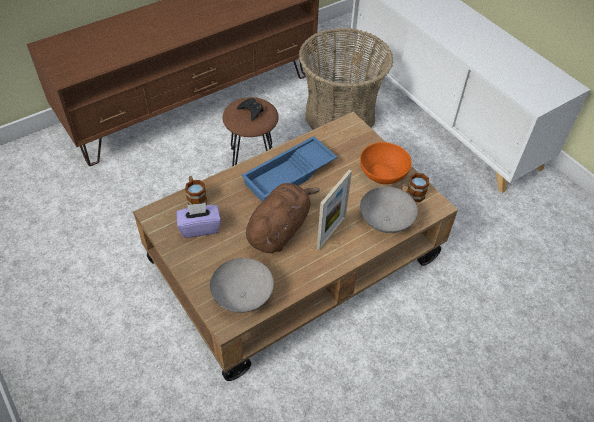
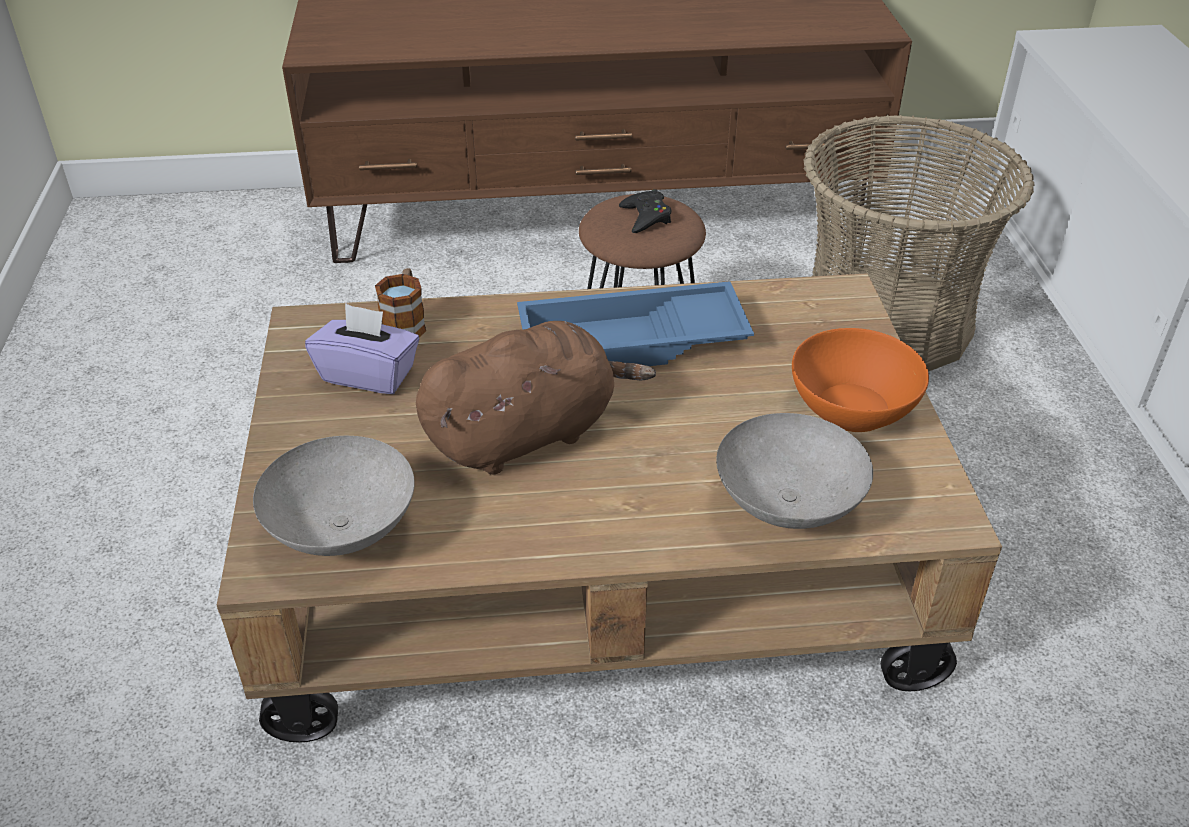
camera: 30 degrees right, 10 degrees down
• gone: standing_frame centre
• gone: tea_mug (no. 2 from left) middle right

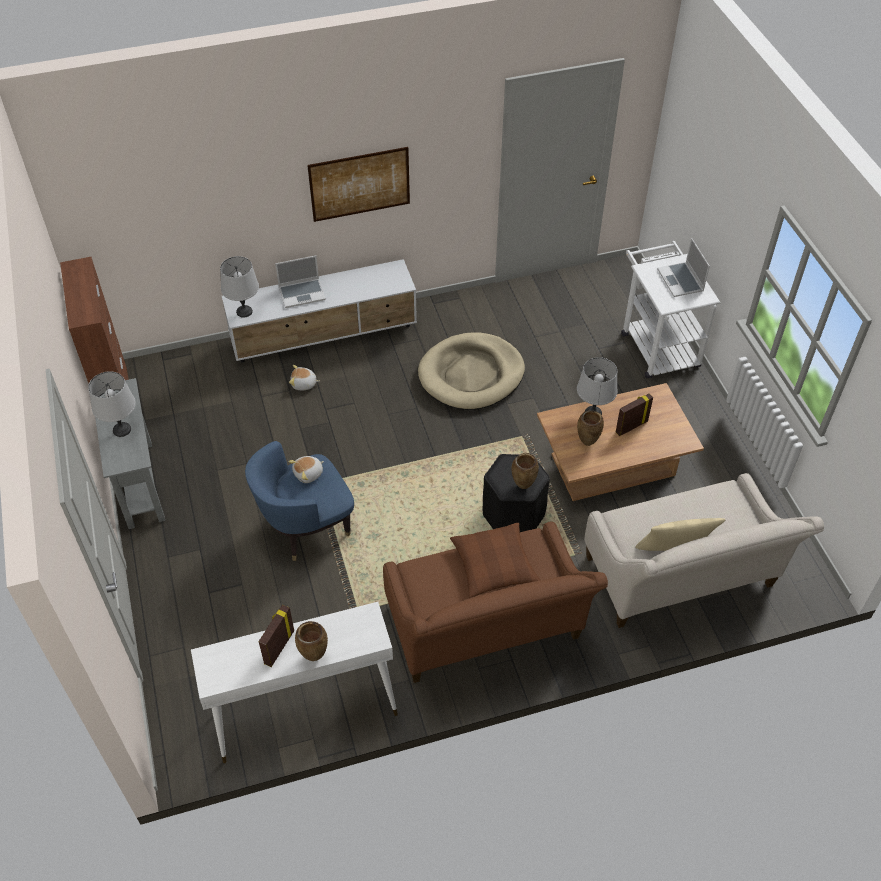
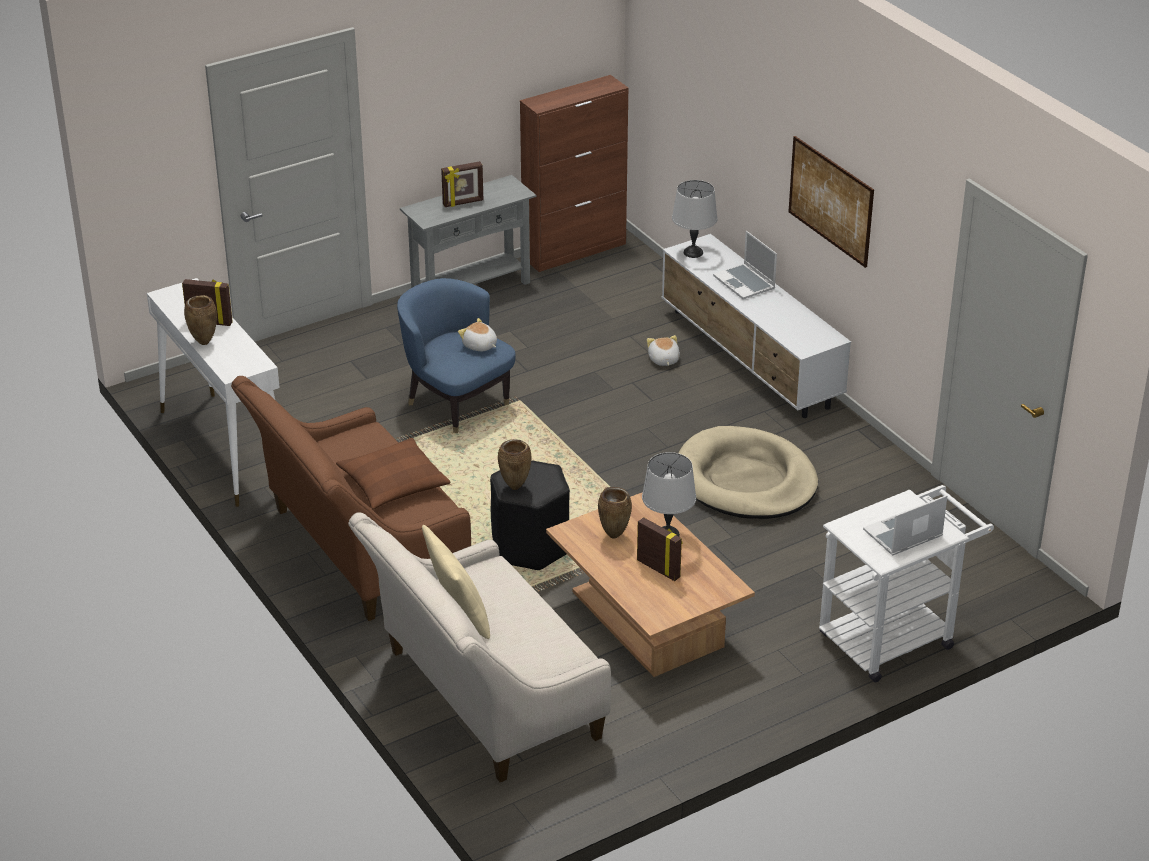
camera: 75 degrees right, 15 degrees down
• swapped: gray_table_lamp (no. 1 from left) middle left to standing_frame (no. 2 from left) top centre

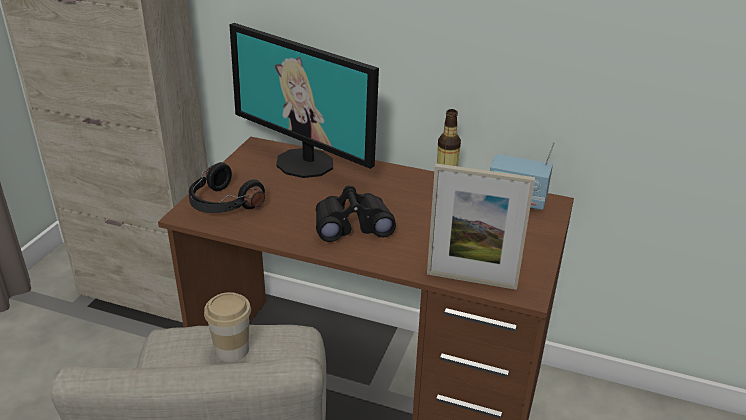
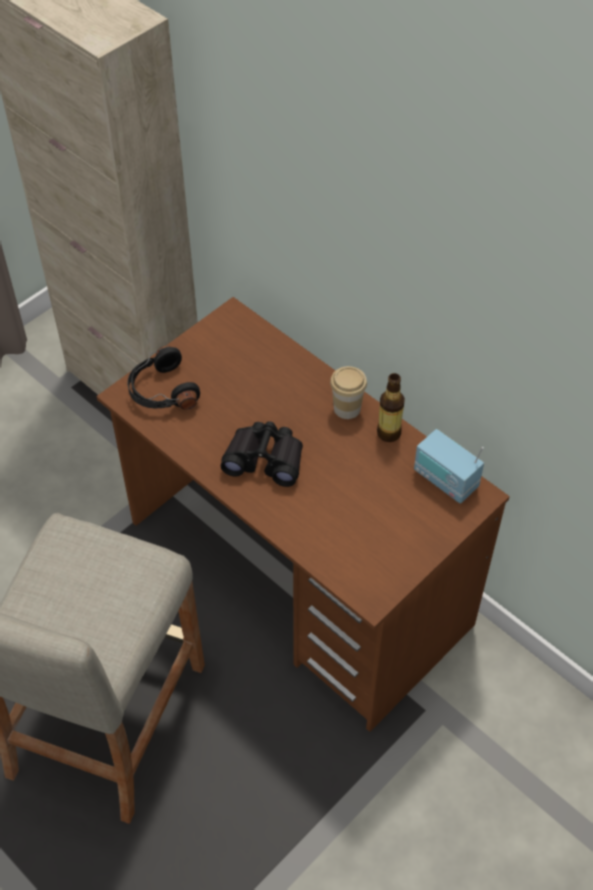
camera: 25 degrees right, 20 degrees up
• shifted: drinking_cup bottom left to centre
• gone: monitor top centre
• gone: standing_frame centre

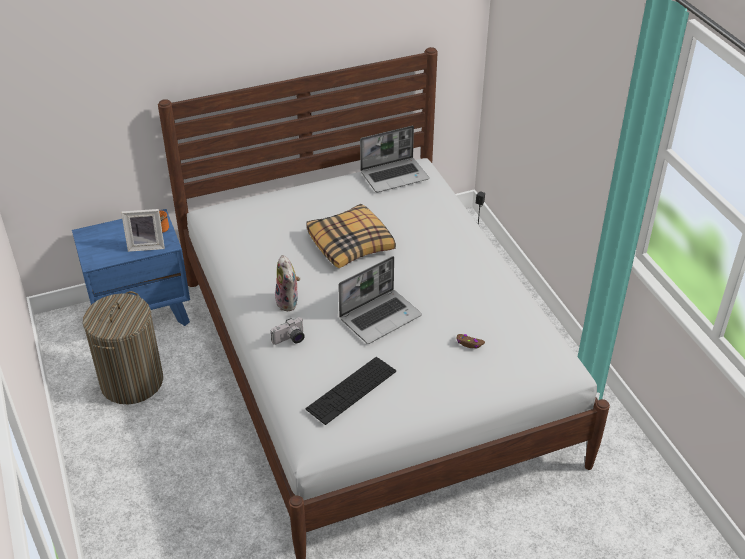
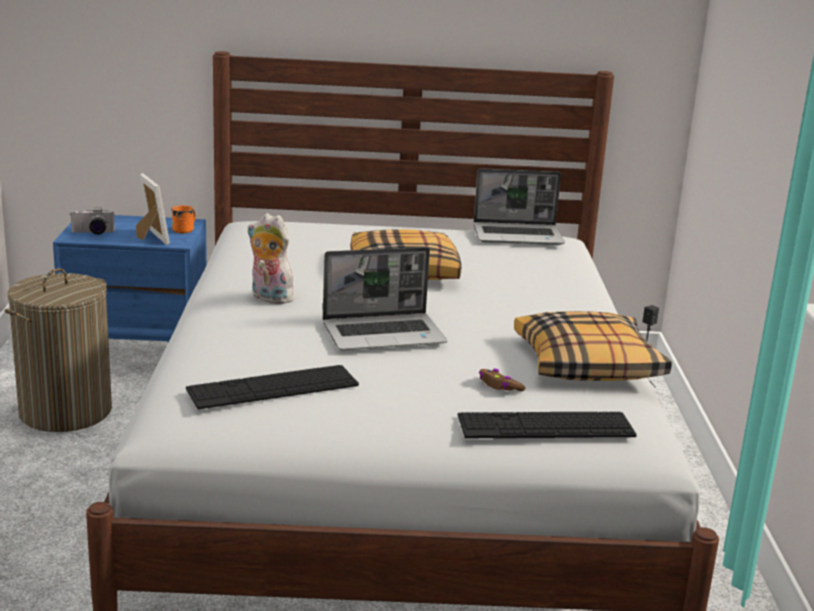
camera: 20 degrees right, 20 degrees down
• shifted: photo_camera centre to middle left
• rotated: standing_frame middle left = middle left 135 degrees counterclockwise
• rotated: cuddly_toy centre = middle left 120 degrees clockwise
• new: computer_keyboard (no. 2 from left) bottom right
• new: throw_pillow (no. 2 from left) middle right

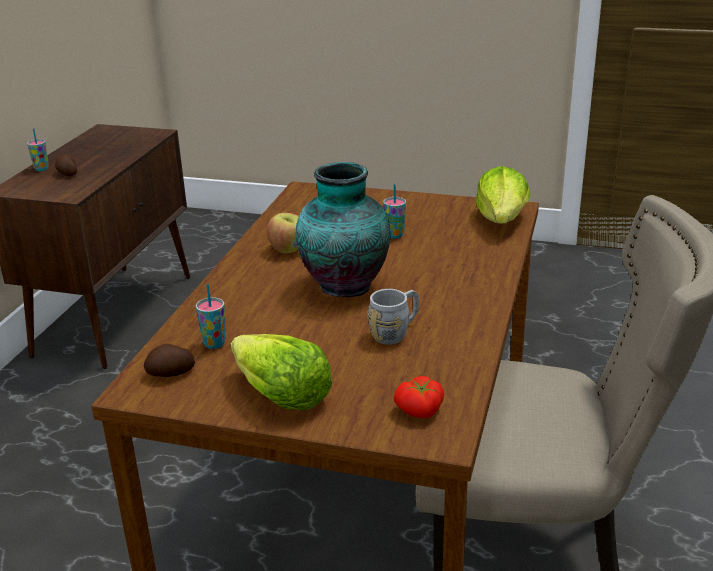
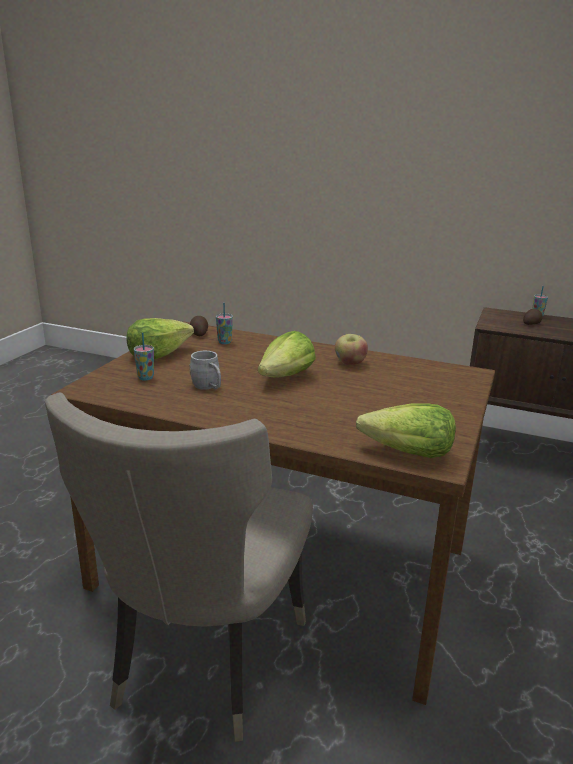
camera: 95 degrees right, 5 degrees down
• shifted: drinking_cup (no. 3 from left in the first image) centre to drinking_cup (no. 1 from left) middle left
• swapped: flower_vase centre to lettuce (no. 2 from left) centre
• gone: fresh_tomato bottom centre

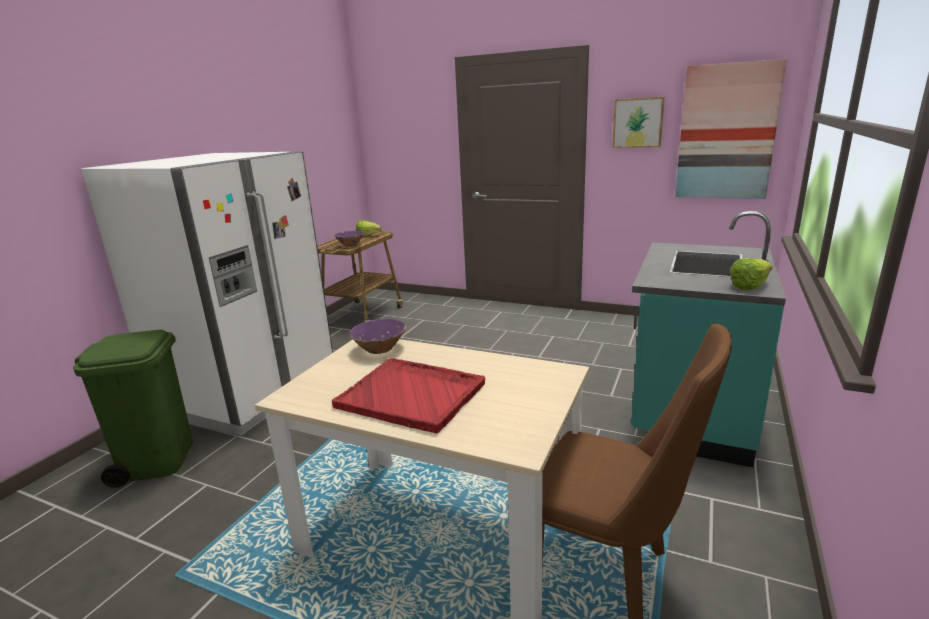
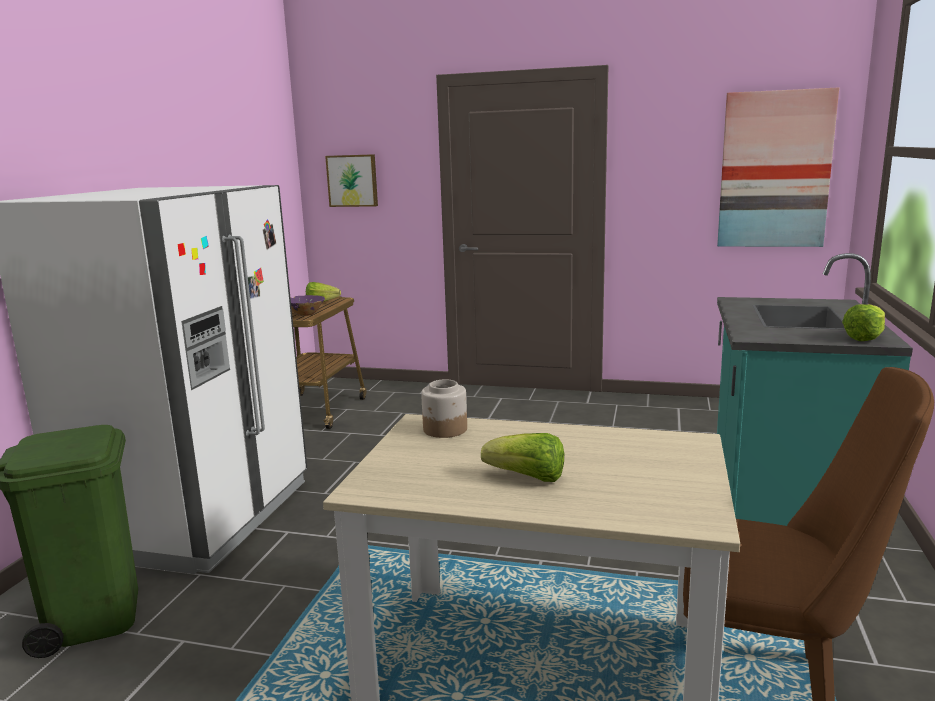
camera: 10 degrees left, 5 degrees down
• shifted: wall_art (no. 1 from left) top right to top centre
• swapped: purple_deep_dish (no. 2 from left) centre to storage_jar centre
• swapped: red_carrying_tray centre to lettuce (no. 2 from left) centre

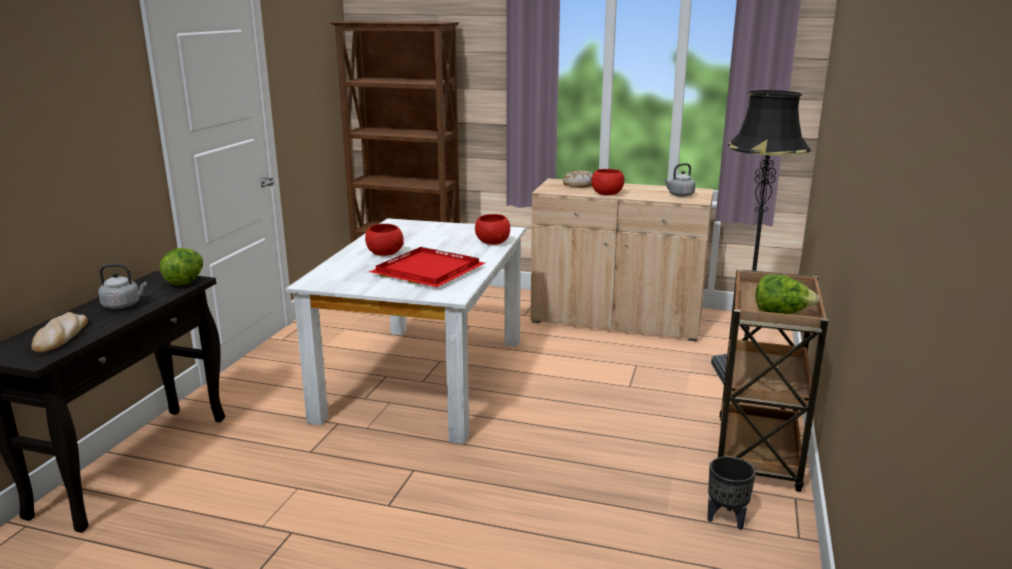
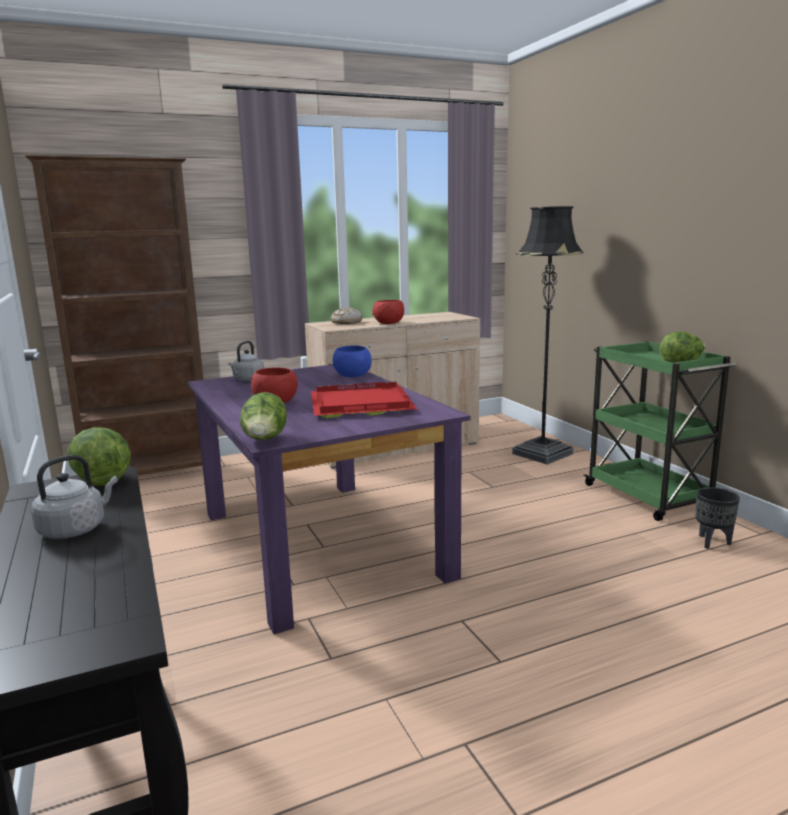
camera: 40 degrees left, 5 degrees down
• repainted: white_dinner_table centre to purple_dinner_table centre
• shifted: gray_tea_kettle (no. 2 from left) top right to middle left
• new: lettuce (no. 2 from left) centre
• repainted: red_deep_dish (no. 2 from left) centre to blue-coloured_deep_dish centre
• repainted: brown-coloured_trolley bottom right to green-coloured_trolley middle right
• gone: baked_bread (no. 1 from left) middle left

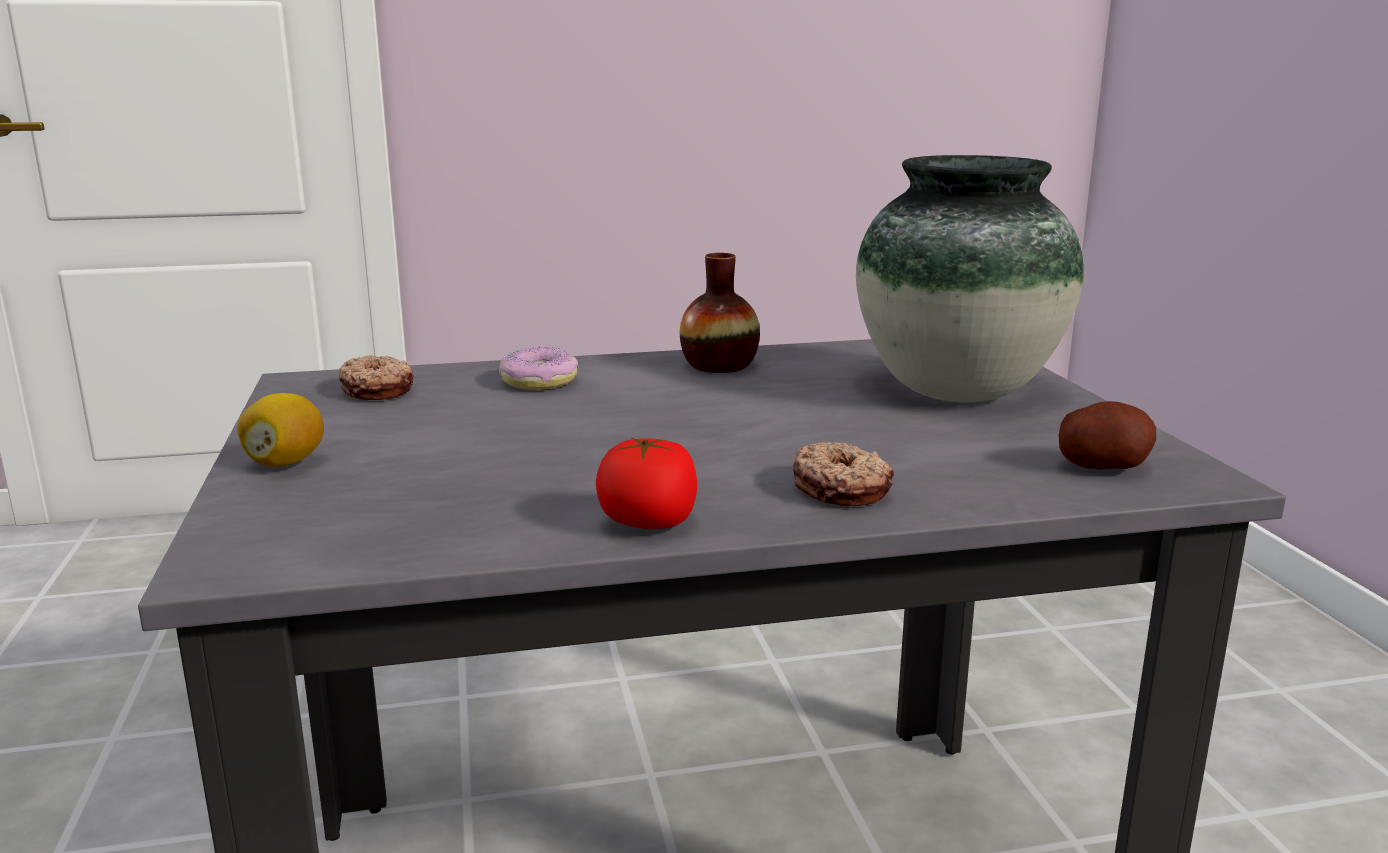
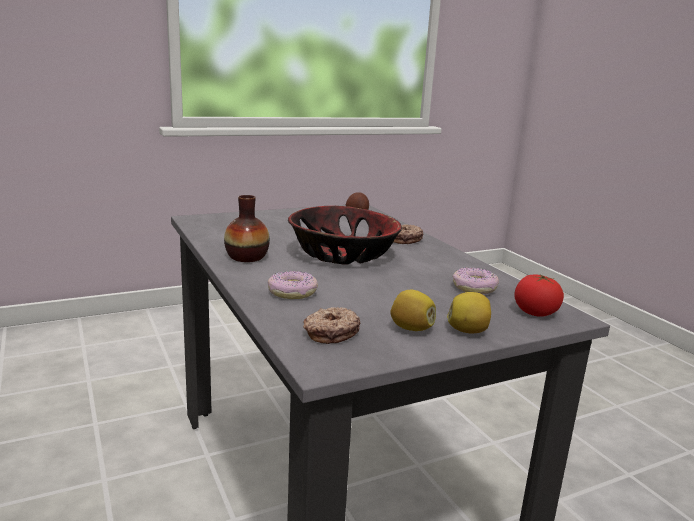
camera: 105 degrees left, 0 degrees up
• new: deep_dish centre
• new: whole_lemon (no. 1 from left) centre
• new: doughnut (no. 4 from left) middle right
• shifted: fresh_tomato centre to middle right
• gone: flower_vase (no. 2 from left) top right

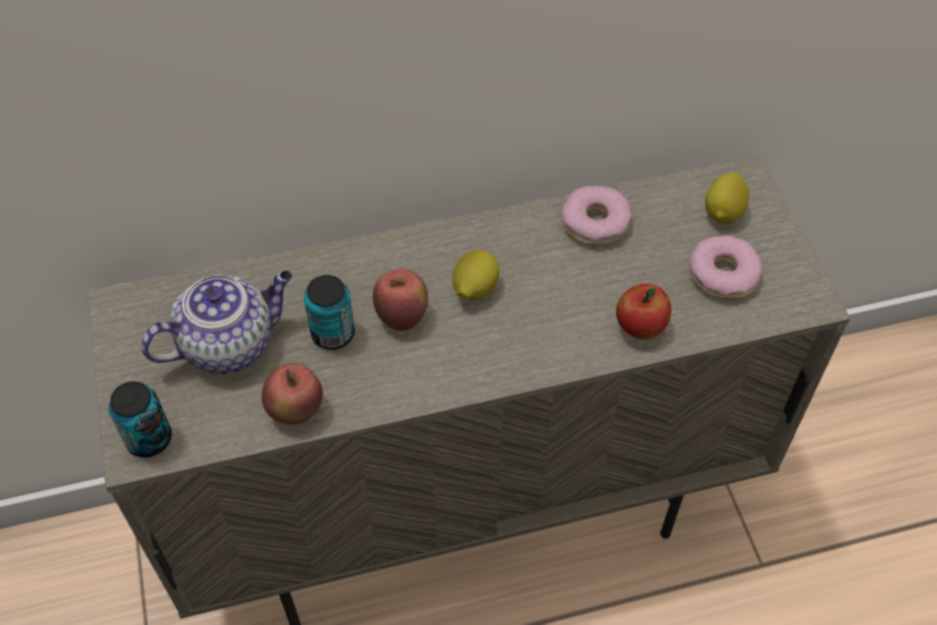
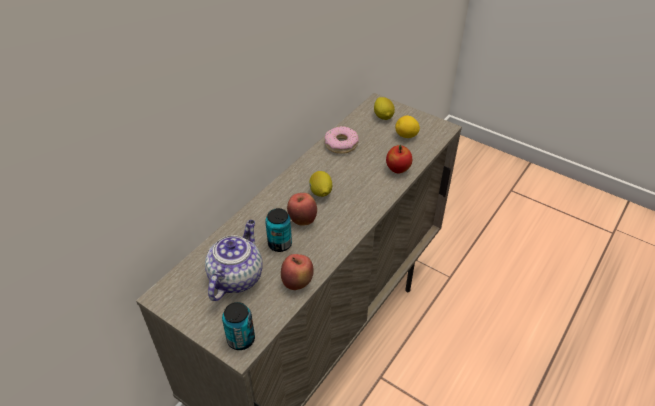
camera: 40 degrees left, 10 degrees down
• swapped: doughnut (no. 2 from left) middle right to whole_lemon (no. 3 from left) top centre

